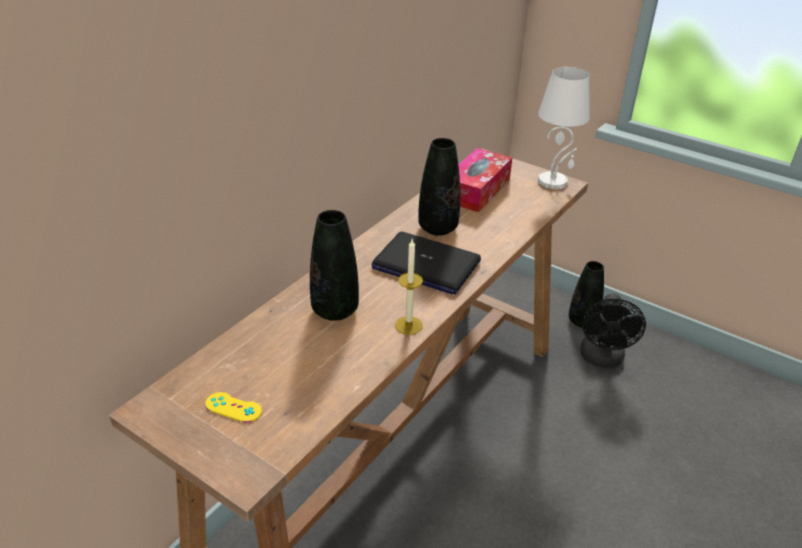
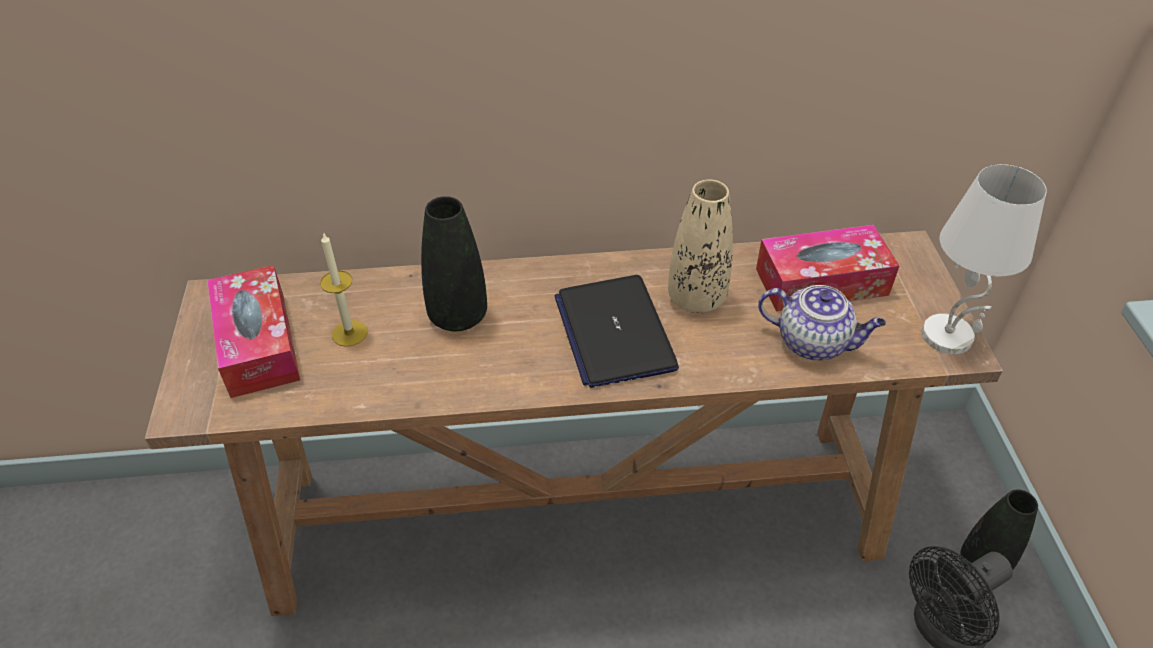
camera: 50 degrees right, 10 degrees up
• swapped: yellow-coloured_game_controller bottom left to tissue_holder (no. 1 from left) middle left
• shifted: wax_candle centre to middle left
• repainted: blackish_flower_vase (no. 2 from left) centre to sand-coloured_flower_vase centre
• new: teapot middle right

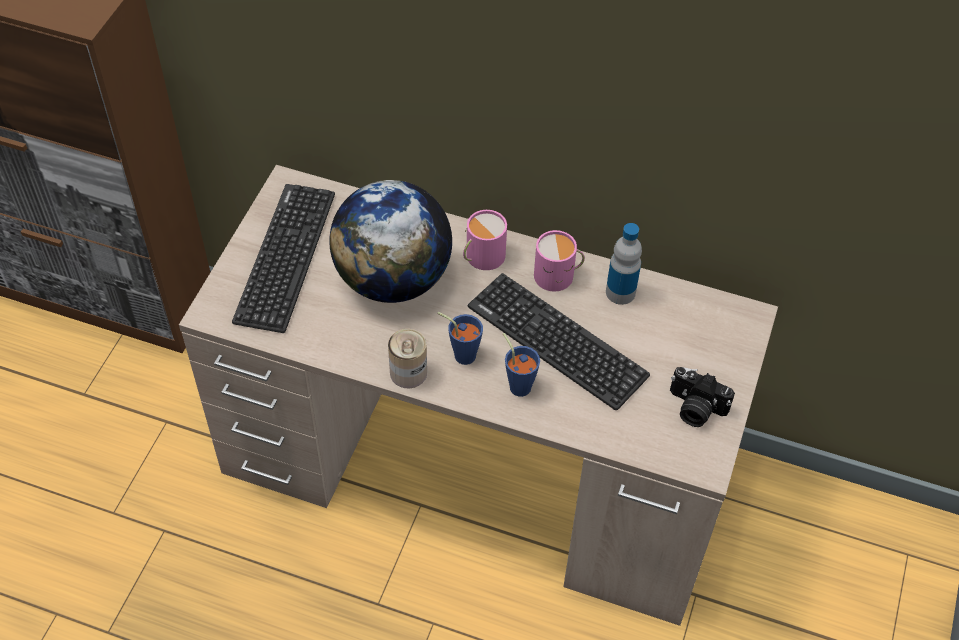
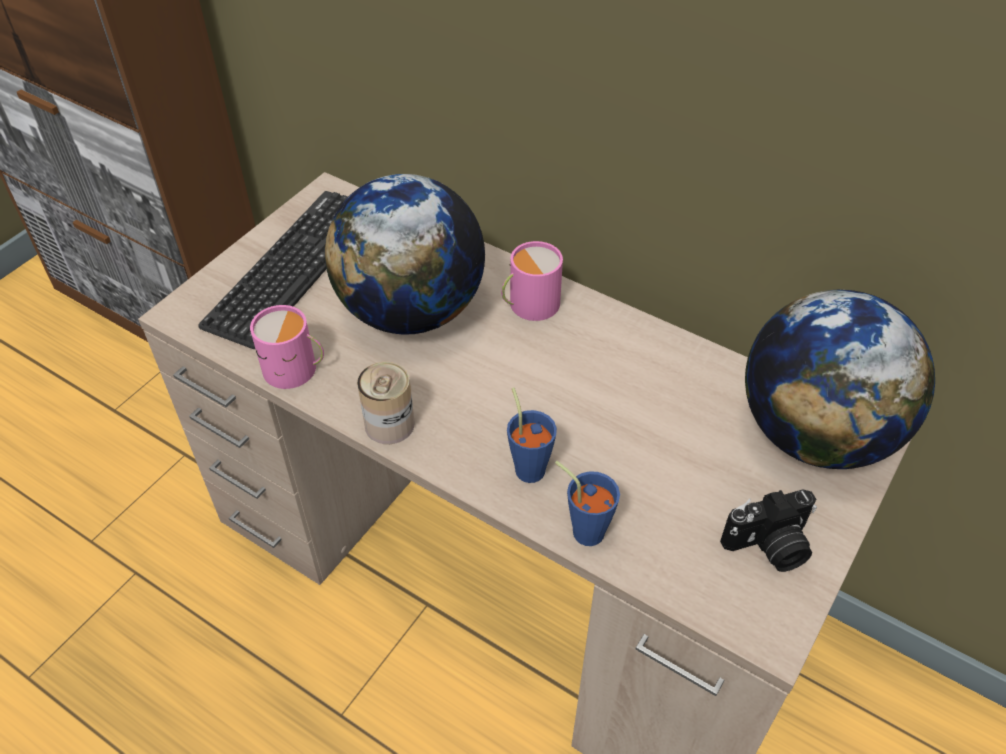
camera: 15 degrees right, 5 degrees down
• shifted: pink_tea_mug (no. 2 from left in the first image) centre to pink_tea_mug (no. 1 from left) middle left
• shifted: blue-coloured_drinking_cup (no. 1 from left in the first image) centre to blue-coloured_drinking_cup (no. 2 from left) bottom centre
• rotated: photo_camera middle right = bottom right 60 degrees counterclockwise
• new: world_globe (no. 2 from left) middle right
• gone: computer_keyboard (no. 2 from left) centre
• gone: beverage_bottle centre

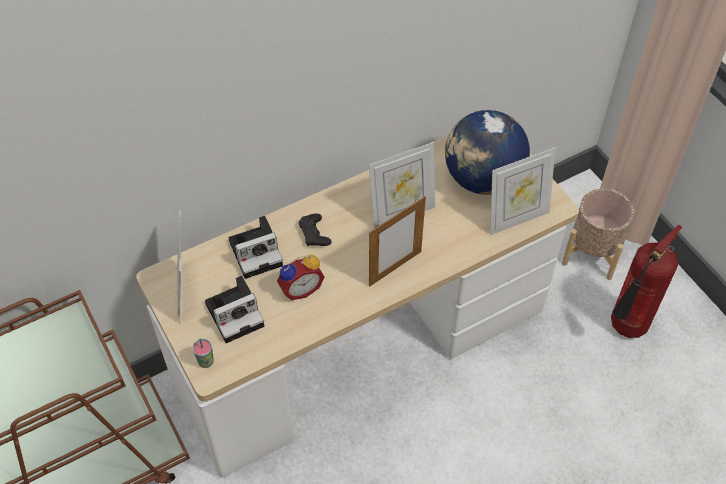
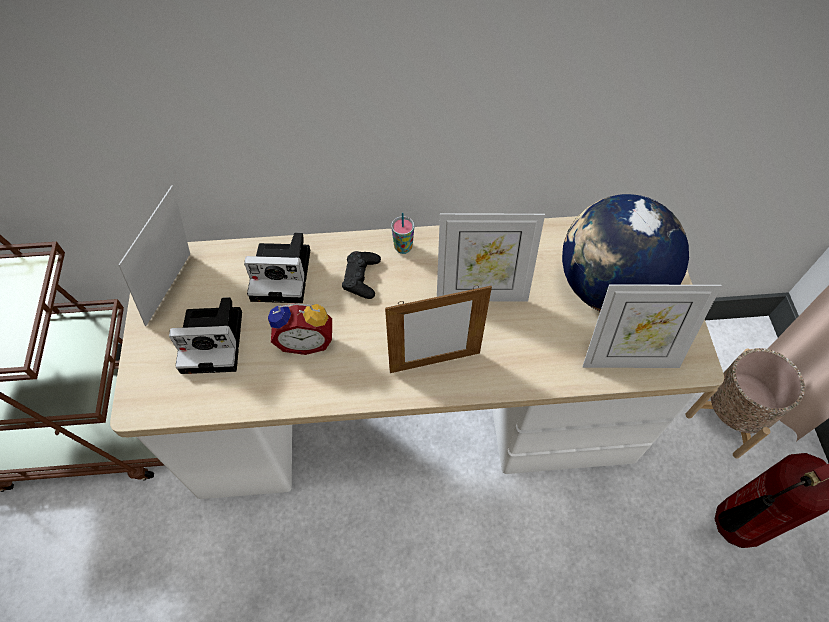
camera: 25 degrees right, 5 degrees up
• shifted: drinking_cup bottom left to centre

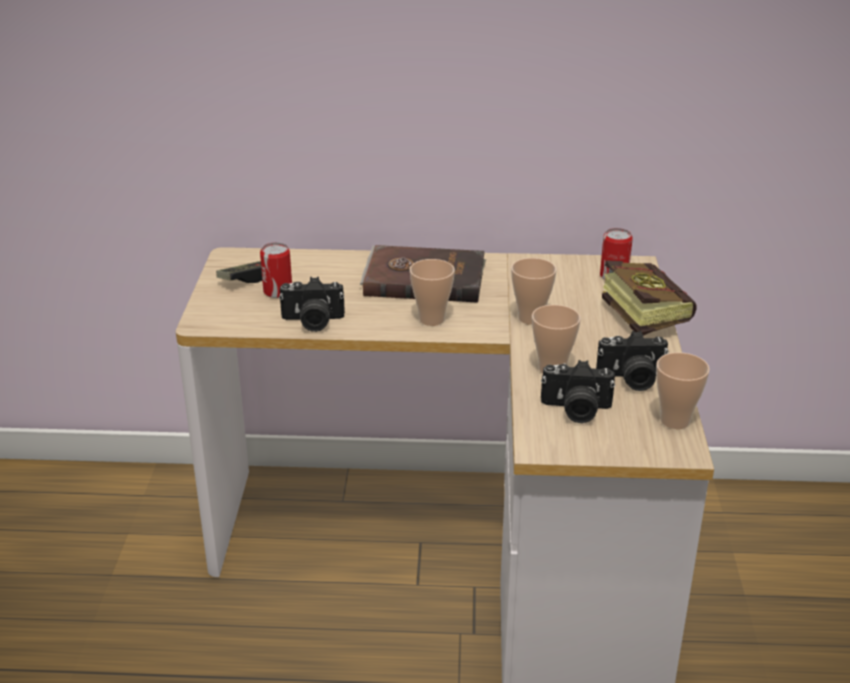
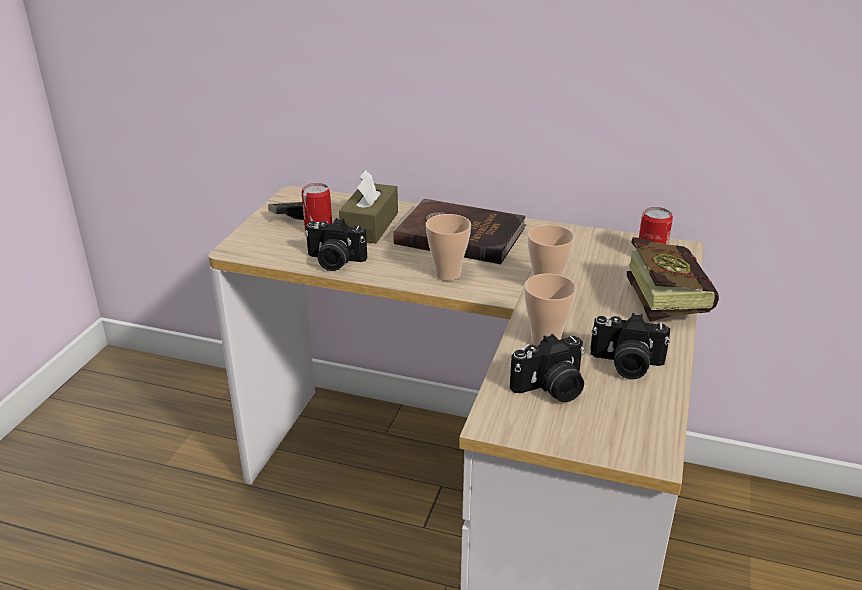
camera: 15 degrees right, 0 degrees up
• new: brown-coloured_tissue_holder centre
• rotated: photo_camera (no. 2 from left) middle right = centre 45 degrees counterclockwise
• gone: drinking_cup (no. 4 from left) middle right

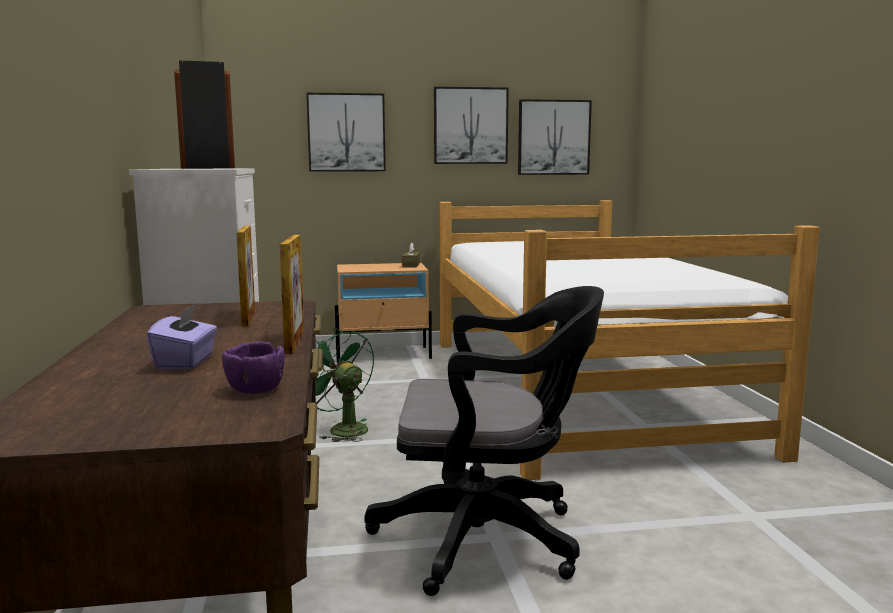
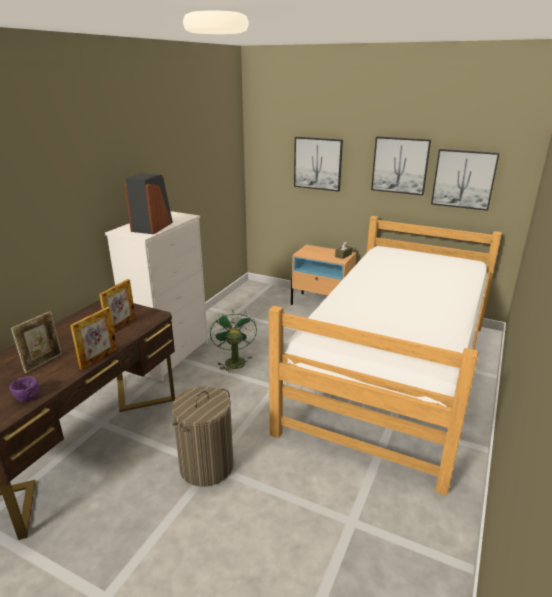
camera: 35 degrees right, 15 degrees up
• swapped: purple_tissue_holder middle left to standing_frame (no. 1 from left) middle left
• swapped: blackish_office_chair bottom centre to laundry_basket bottom centre

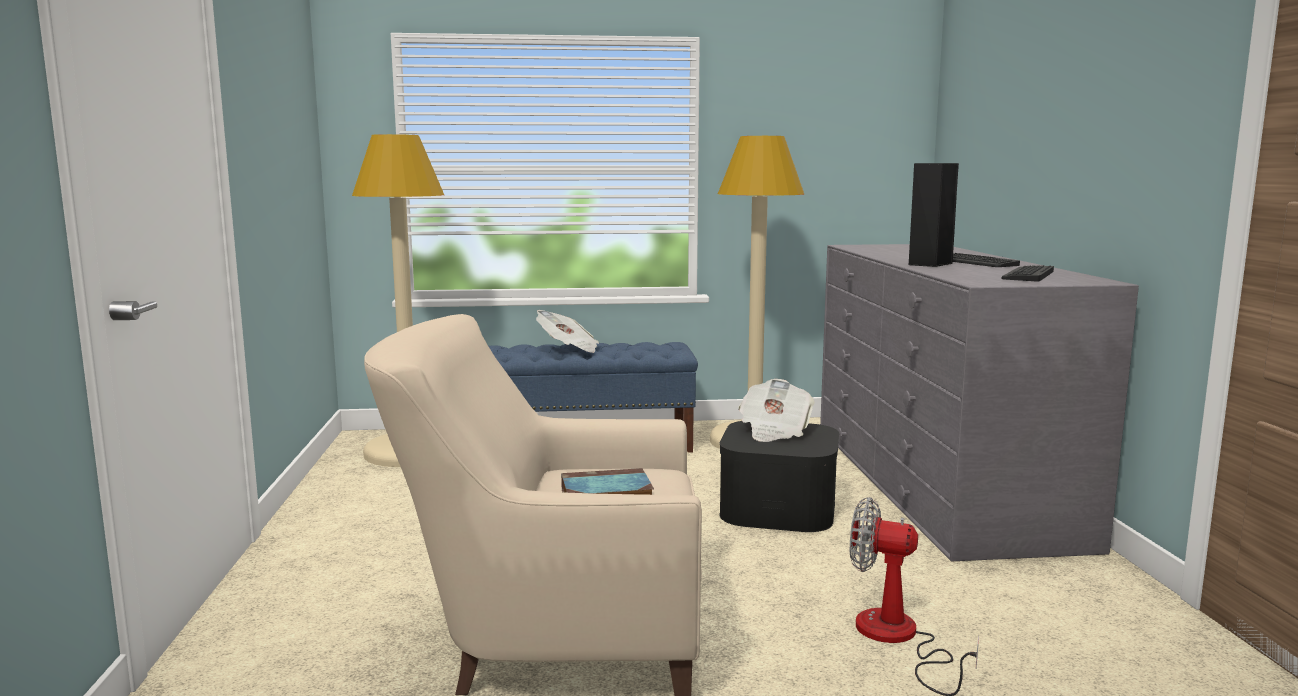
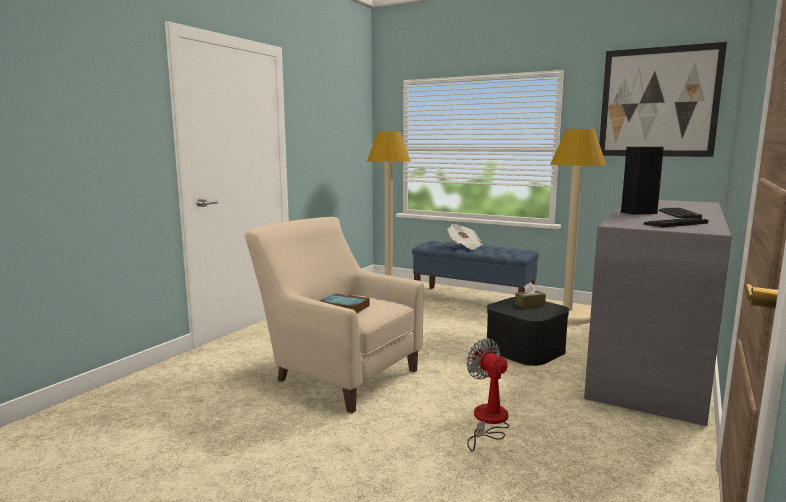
camera: 35 degrees right, 0 degrees up
• swapped: printed_paper (no. 2 from left) centre to brown-coloured_tissue_holder middle right
• new: wall_art top right

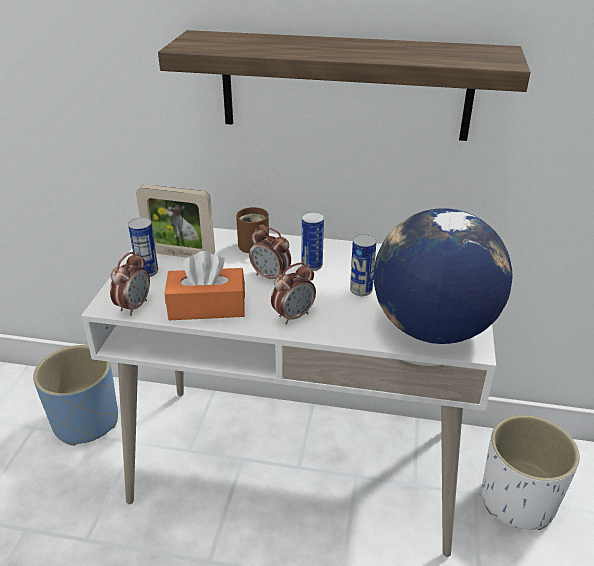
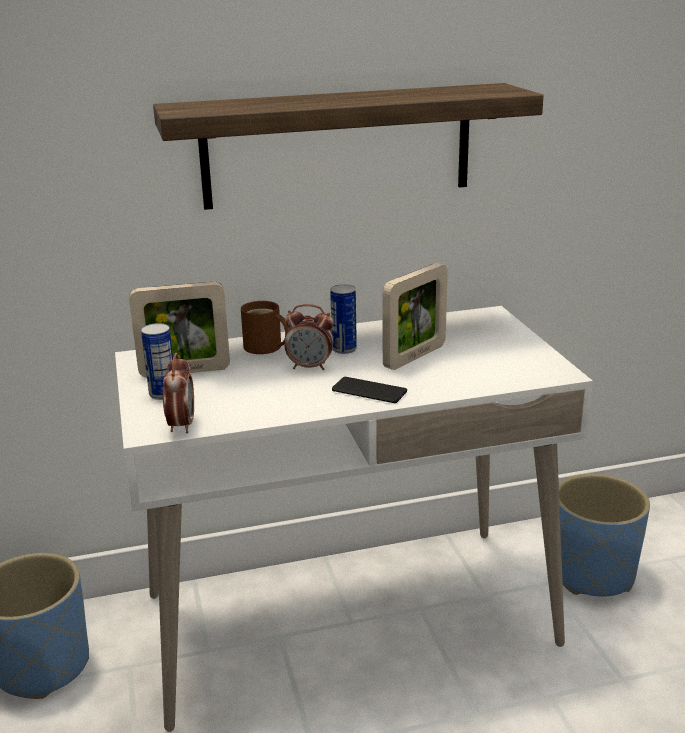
camera: 25 degrees left, 10 degrees down
• swapped: bedside_clock (no. 3 from left) centre to handset centre
• swapped: can (no. 3 from left) centre to standing_frame (no. 2 from left) centre
• repainted: white_flower_pot bottom right to blue-coloured_flower_pot (no. 2 from left) bottom right
• gone: orange_tissue_holder centre
• gone: world_globe middle right

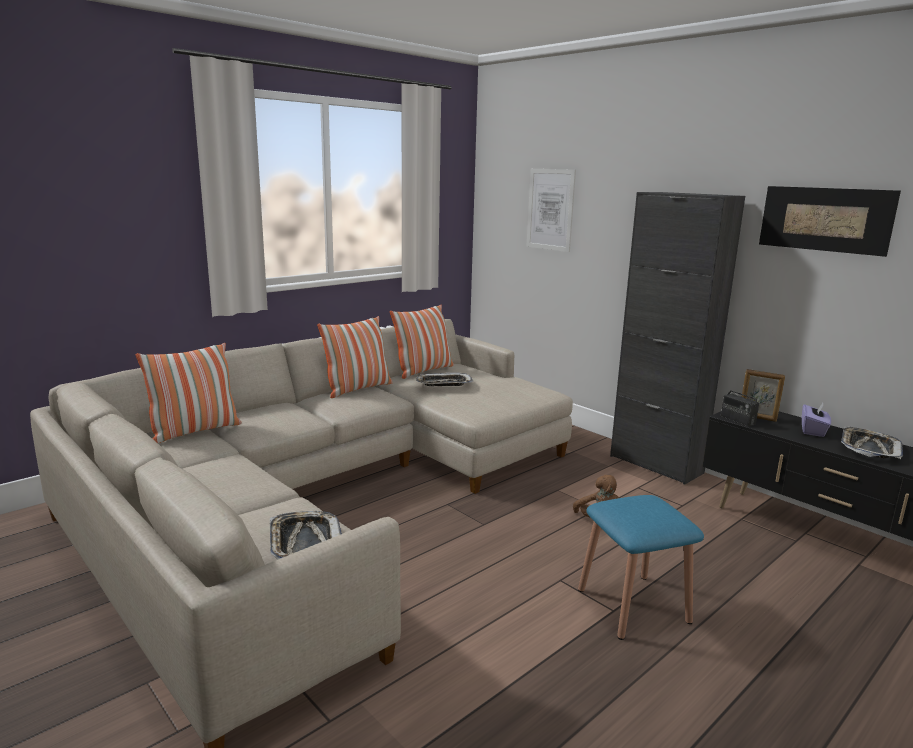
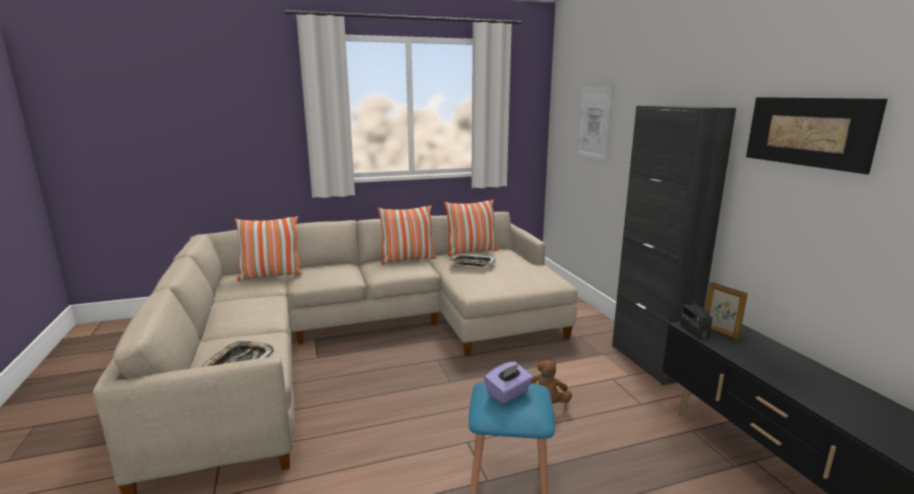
camera: 25 degrees right, 0 degrees up
• shifted: purple_tissue_holder middle right to bottom centre
• gone: carrying_tray (no. 3 from left) middle right

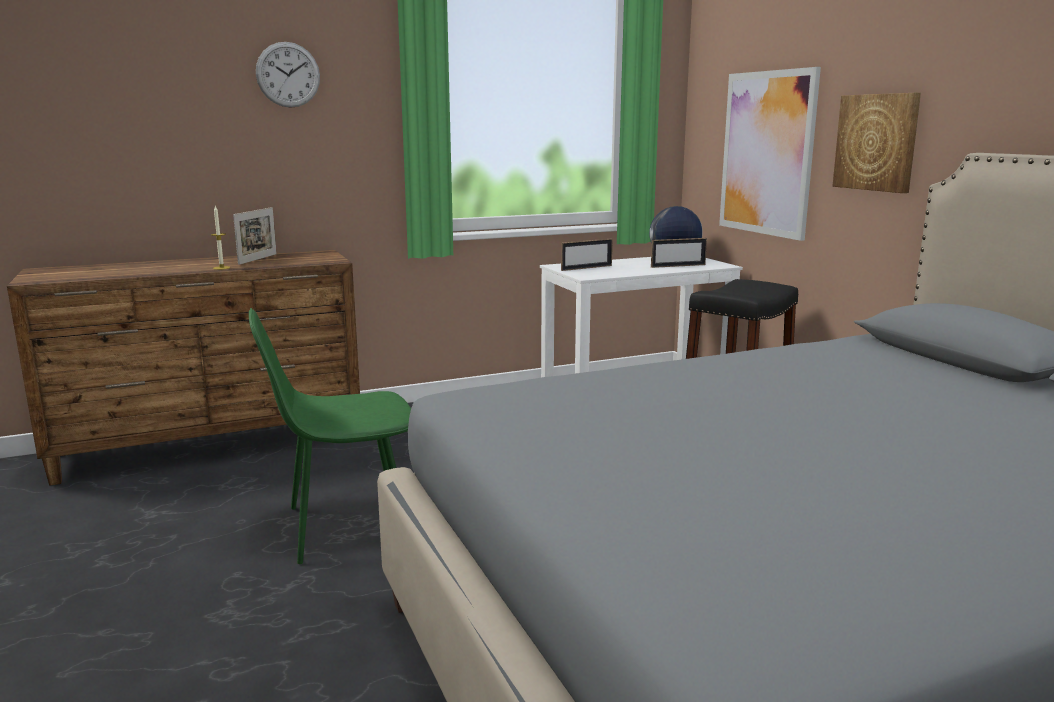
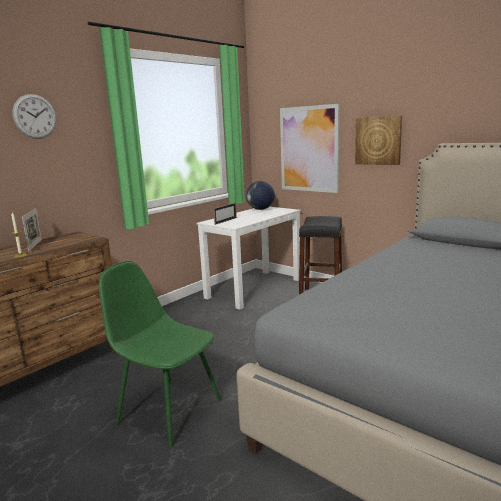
camera: 25 degrees left, 0 degrees up
• rotated: green-coloured_plain_chair middle left = bottom left 75 degrees clockwise
• gone: standing_frame (no. 3 from left) centre

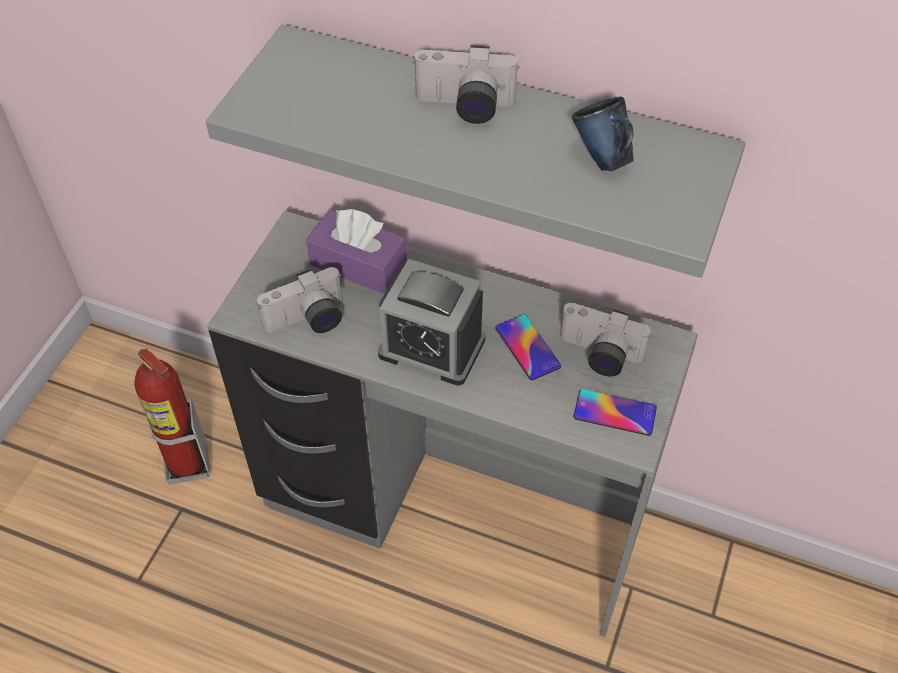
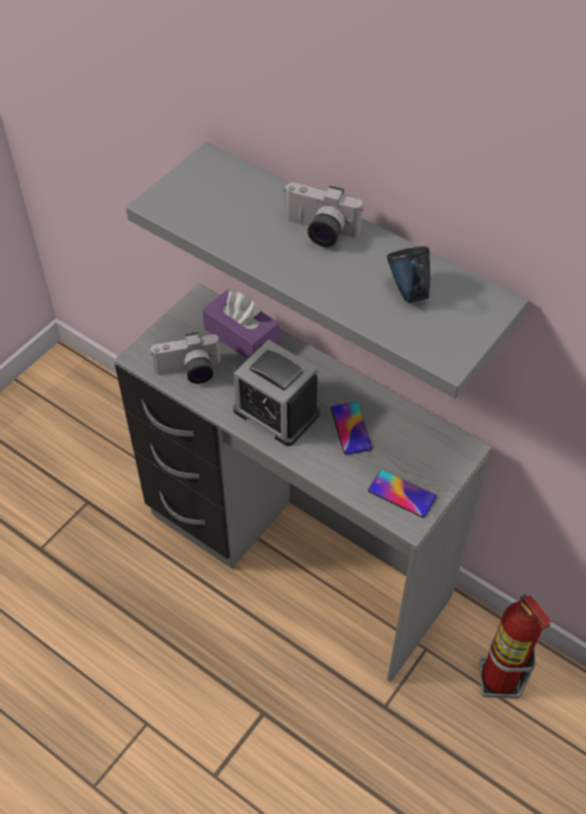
camera: 15 degrees right, 0 degrees up
• shifted: fire_extinguisher middle left to bottom right
• gone: photo_camera (no. 3 from left) middle right

